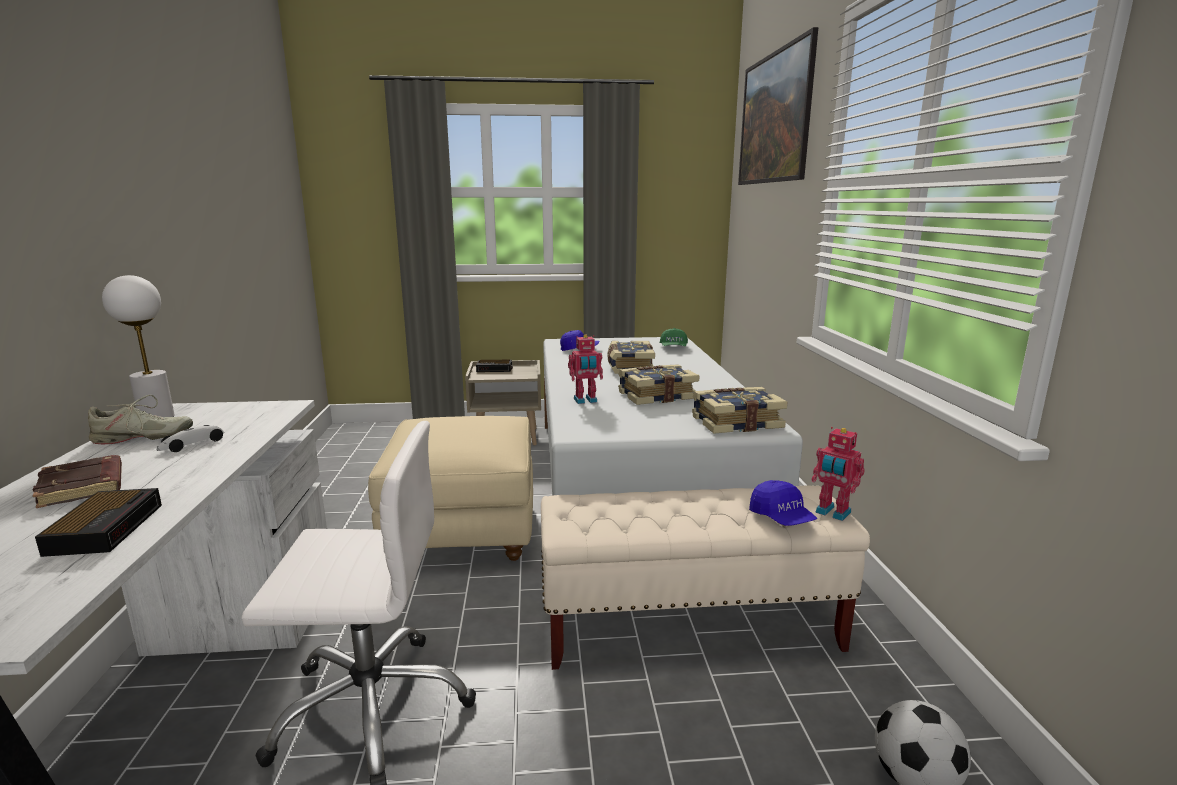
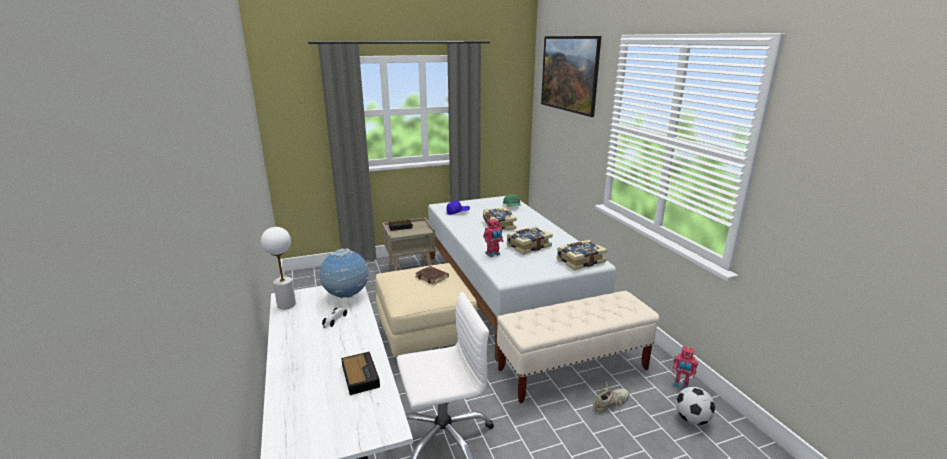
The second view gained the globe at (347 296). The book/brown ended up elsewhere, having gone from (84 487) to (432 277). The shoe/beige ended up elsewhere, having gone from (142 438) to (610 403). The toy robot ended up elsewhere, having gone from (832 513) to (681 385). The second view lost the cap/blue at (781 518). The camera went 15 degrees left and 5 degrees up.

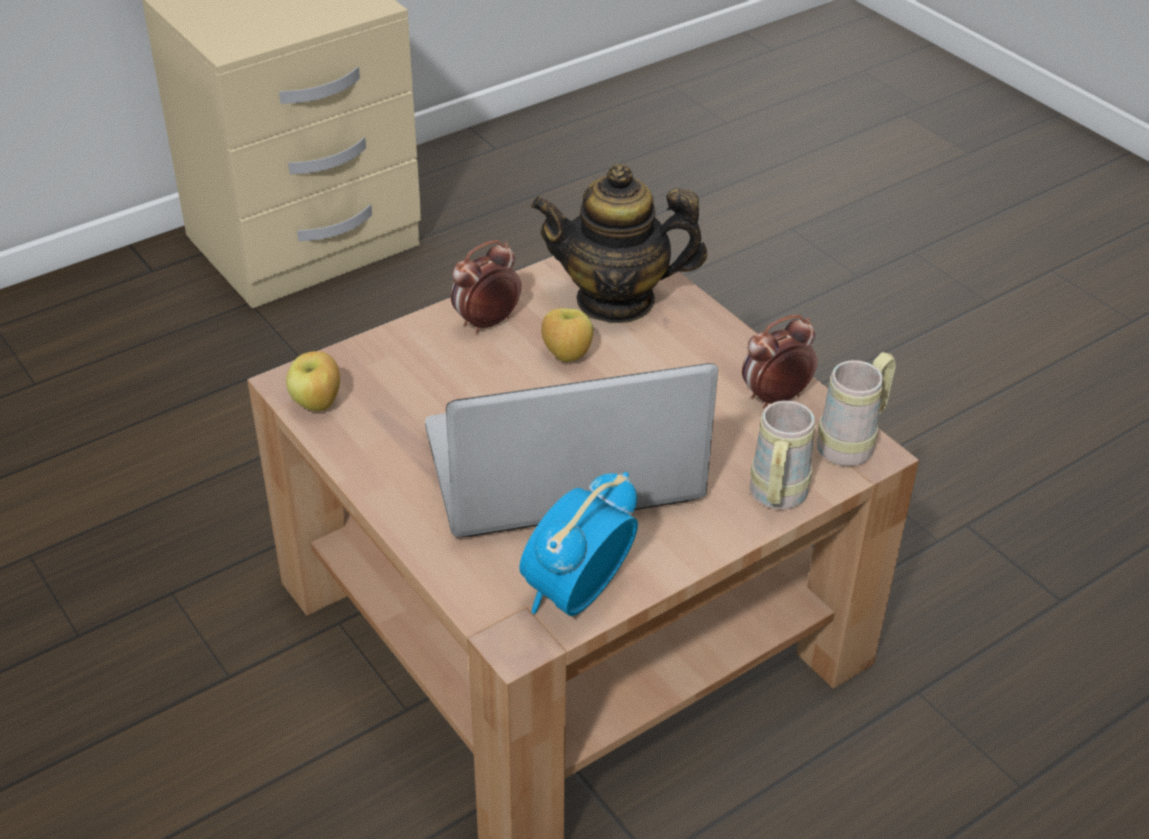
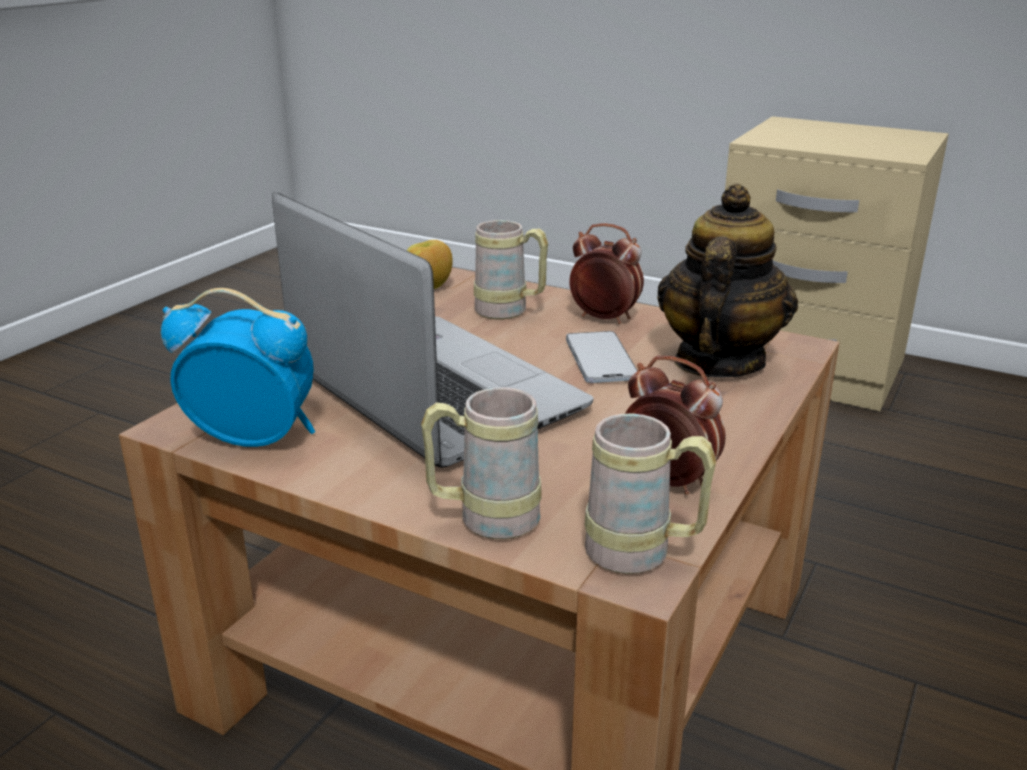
The second view gained the mug/beige at (510 312). Where the apple stood at (566 356), the phone came to stand at (600 359). The teapot at (616 300) ended up facing another way, 45 degrees clockwise from before. The camera went 65 degrees right and 15 degrees down.

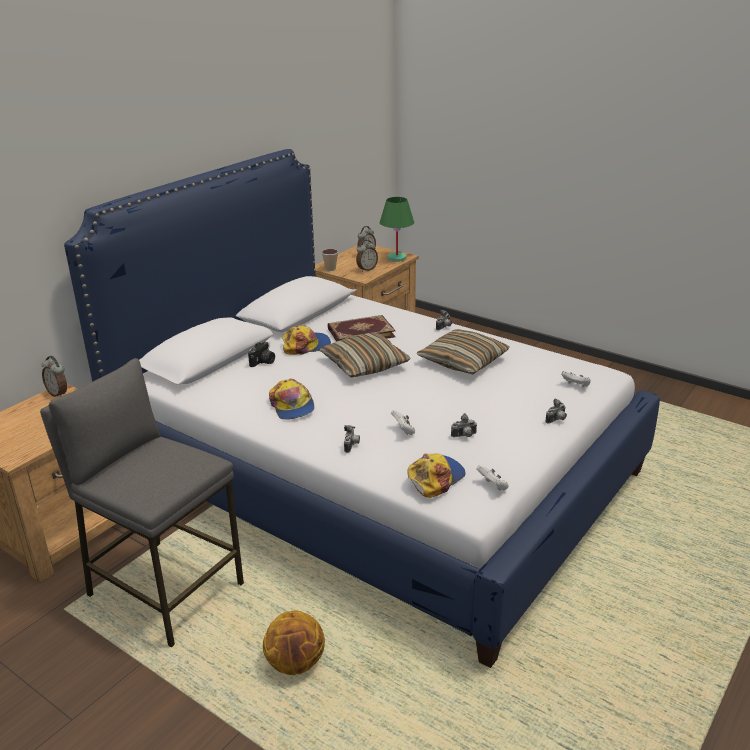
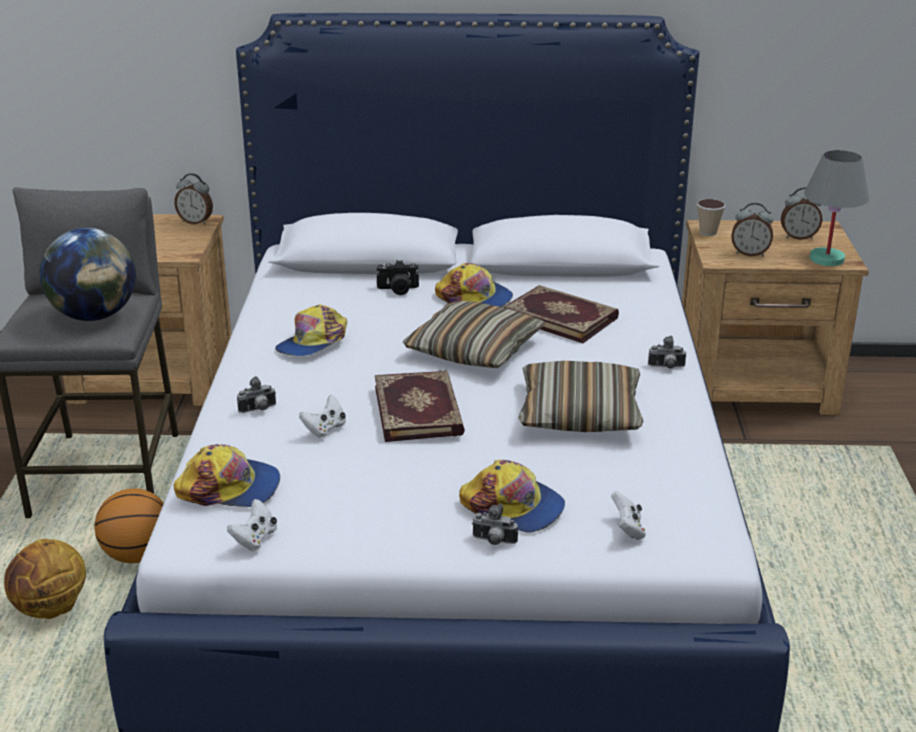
The second view gained the globe at (94 316). The second view gained the basketball at (137 555). The alarm clock at (58 394) ended up facing another way, 75 degrees counterclockwise from before. The second view gained the book at (420 410). The second view gained the cap at (513 506). What was the table lamp/green at (396 258) turned into the table lamp/grey at (826 259). The second view lost the photo camera at (464 436). The camera went 55 degrees right and 0 degrees up.

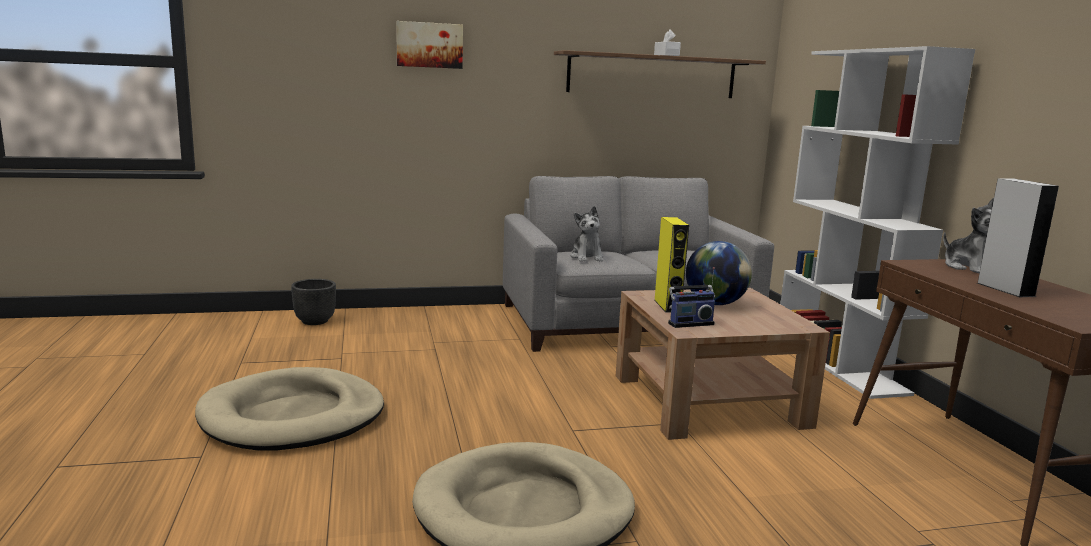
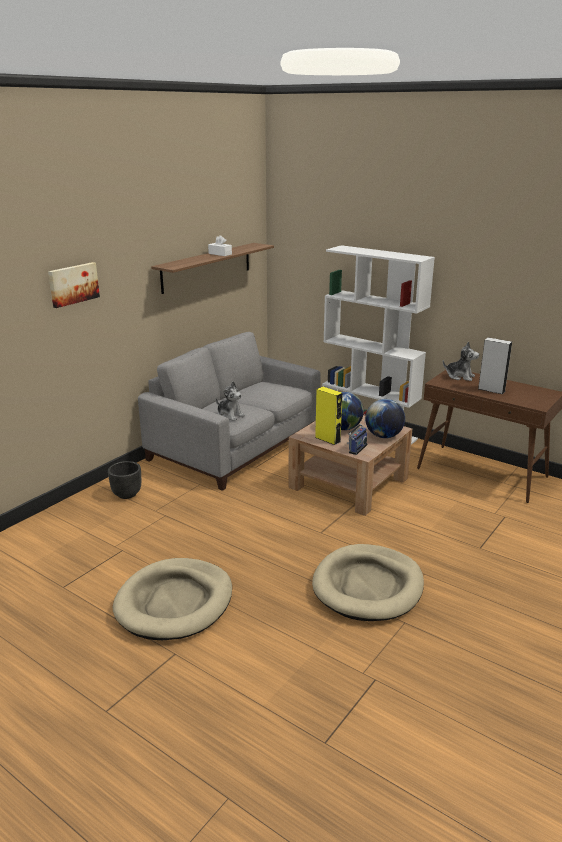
The planter/black ended up elsewhere, having gone from (315 321) to (126 494). The second view gained the globe at (383 436). The camera went 40 degrees left and 10 degrees up.

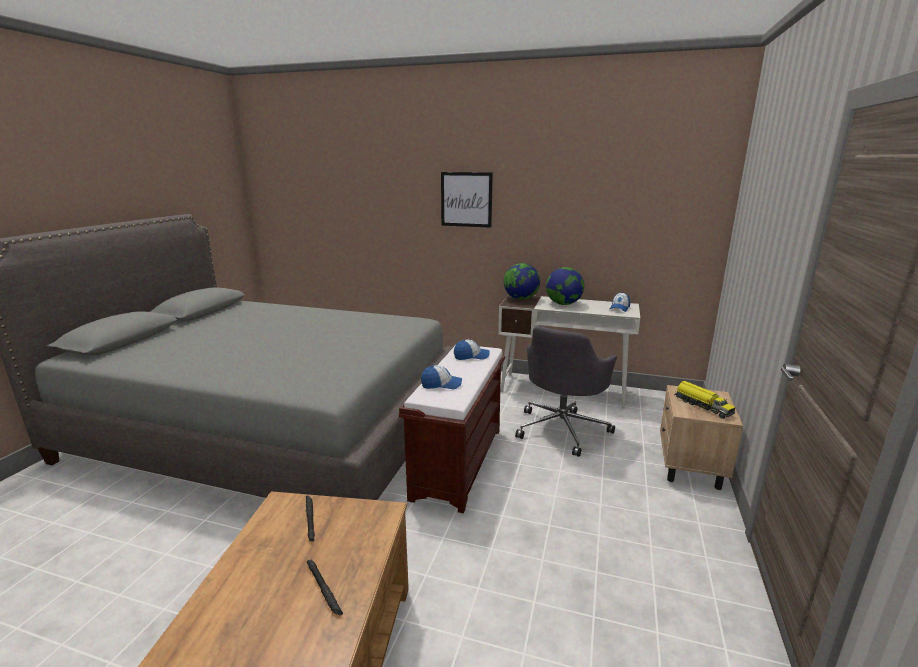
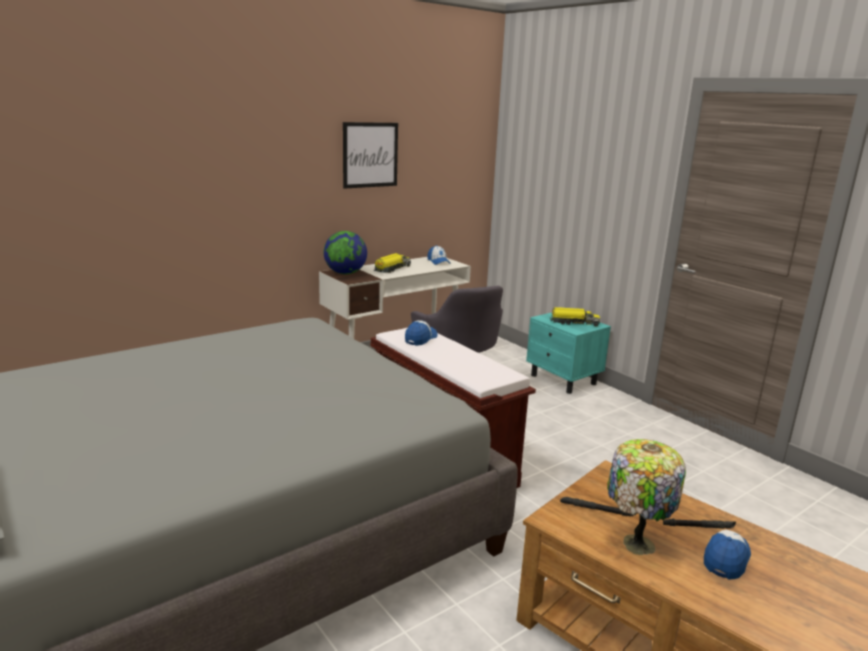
The picture ended up elsewhere, having gone from (466 199) to (370 155). Where the globe stood at (563 304), the toy truck came to stand at (392 269). What was the nightstand/beige at (690 468) turned into the nightstand/turquoise at (563 380). The second view gained the table lamp at (636 543). The cap ended up elsewhere, having gone from (441 384) to (726 559). The camera went 55 degrees left and 0 degrees up.

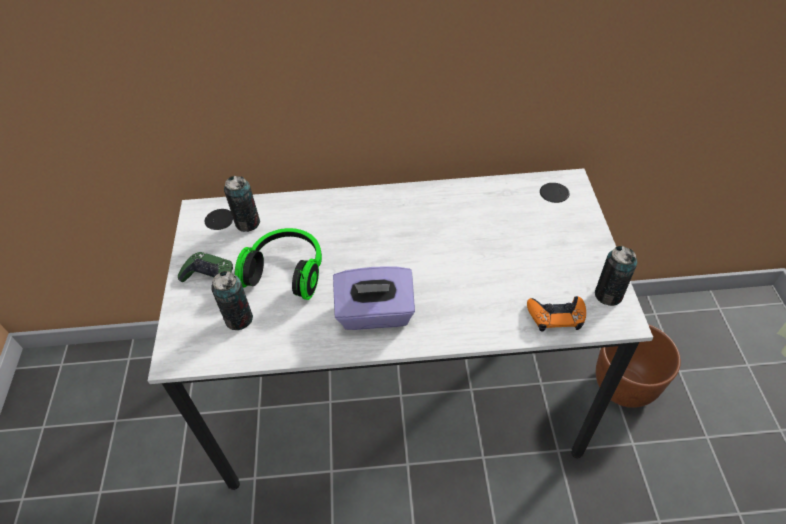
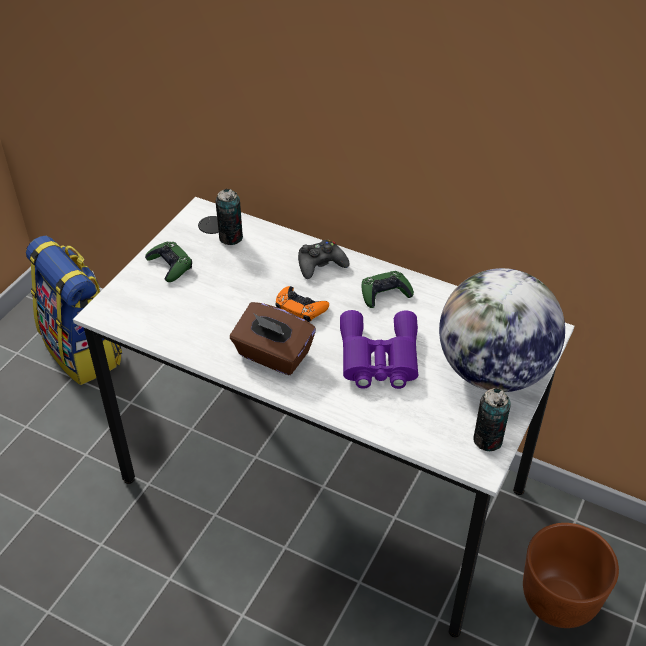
The second view gained the backpack at (84 351). What was the tissue box/purple at (375 314) turned into the tissue box/brown at (273 355). The game controller/orange ended up elsewhere, having gone from (556 316) to (300 308). The second view gained the game controller/black at (320 264). The second view gained the binoculars/purple at (378 358). The second view gained the game controller/green at (385 293). The second view gained the globe at (493 371). The second view lost the can at (239 319). The second view lost the headphones at (287 271). The camera went 30 degrees right and 5 degrees down.

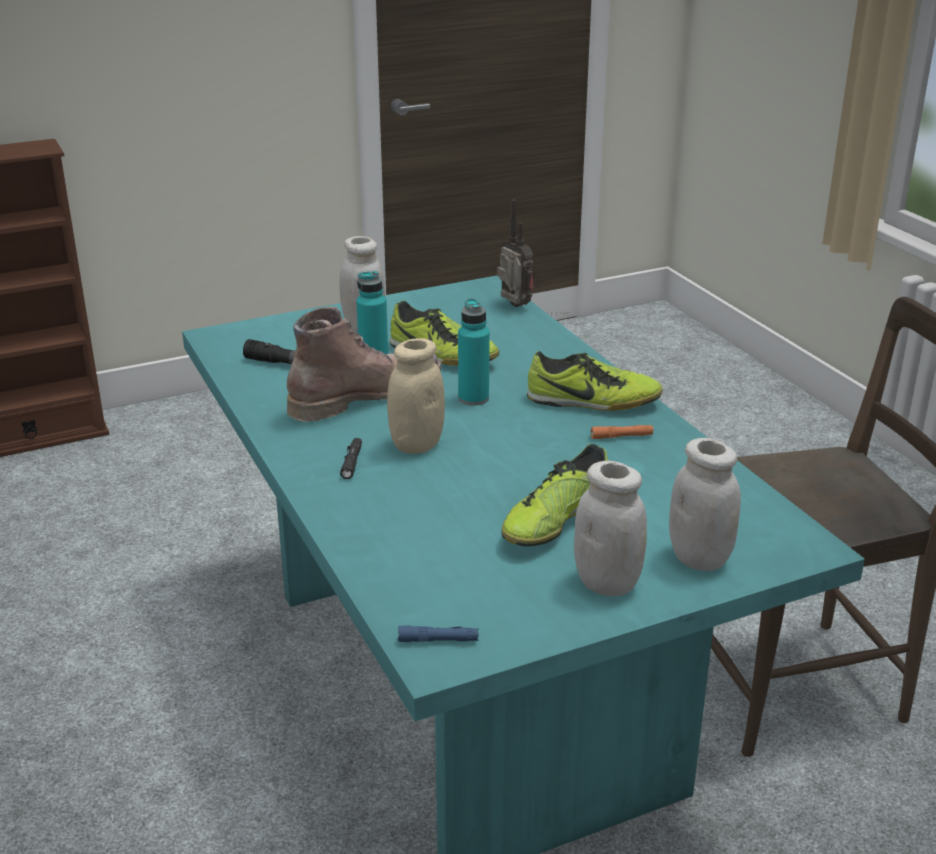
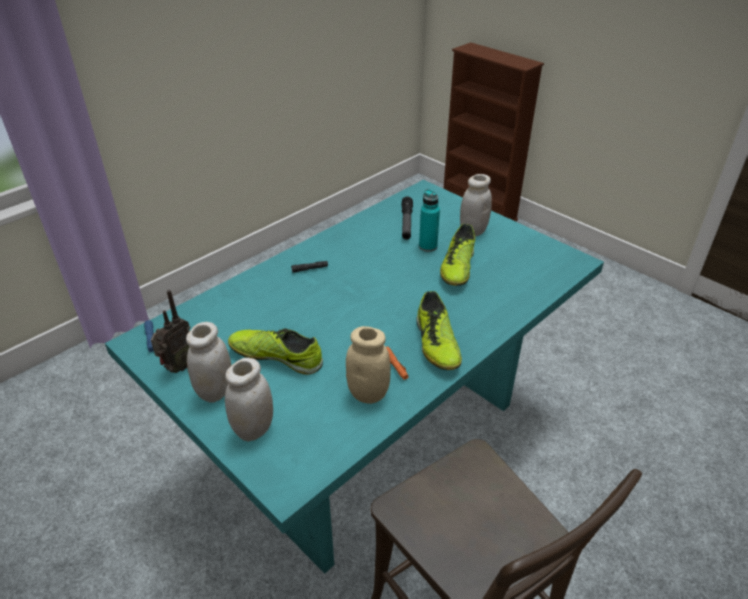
The radio ended up elsewhere, having gone from (513 307) to (178 367). The jar/beige ended up elsewhere, having gone from (416 444) to (368 393). The second view lost the boot/brown at (365 395). The second view lost the bottle/turquoise at (473 398). The camera went 70 degrees right and 10 degrees up.

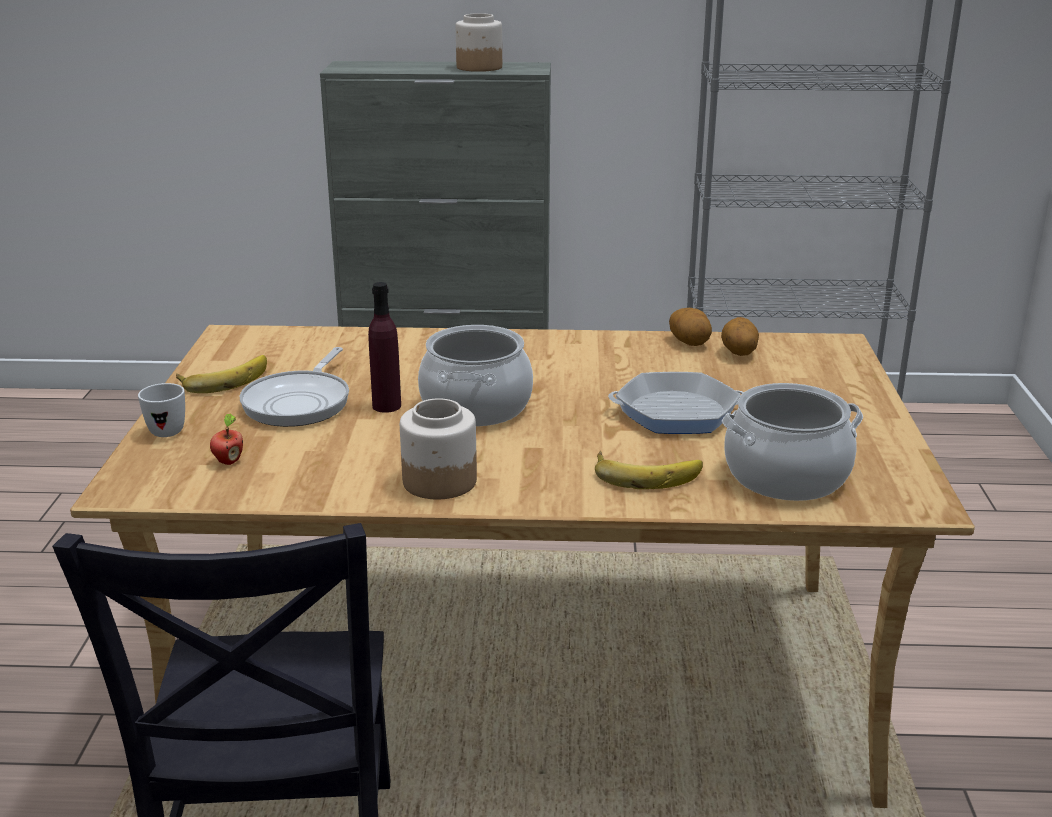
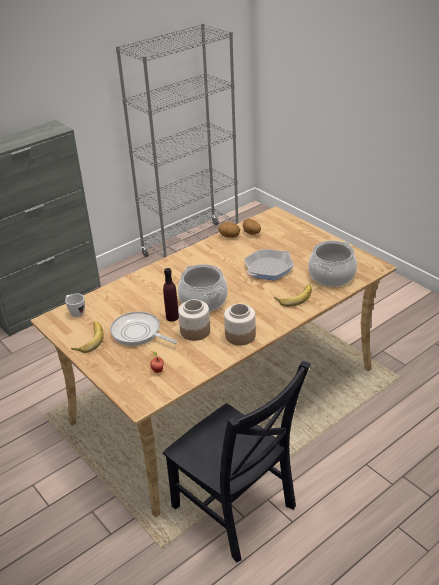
The mug/white ended up elsewhere, having gone from (169 428) to (75 312). The frying pan at (300 402) ended up facing another way, 150 degrees clockwise from before. The jar ended up elsewhere, having gone from (478 67) to (195 331). The camera went 40 degrees left and 10 degrees up.

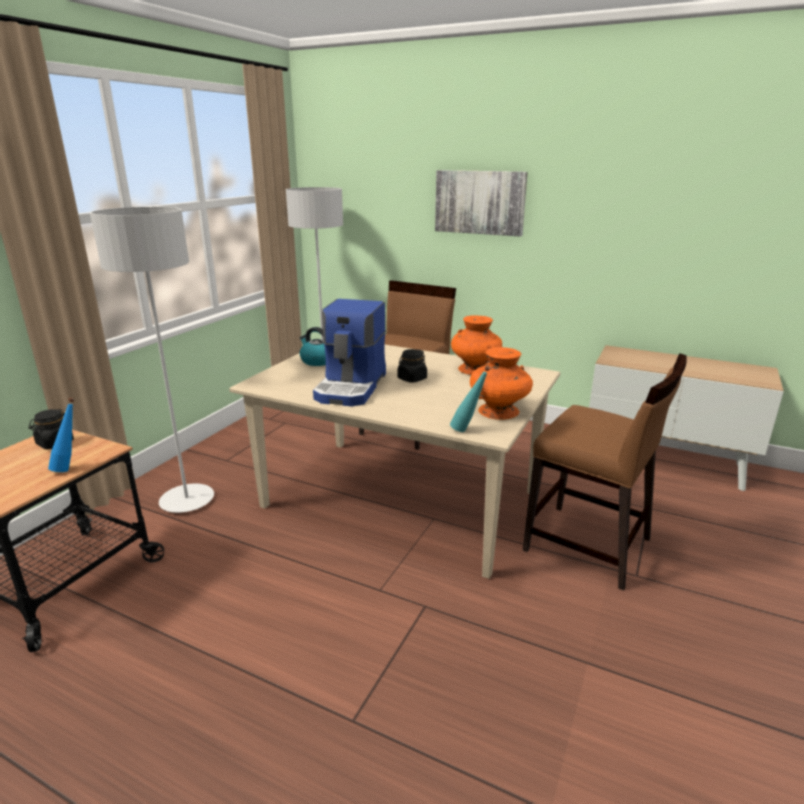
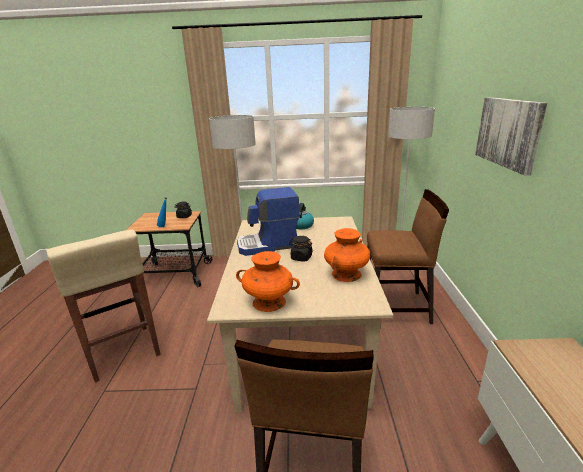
The second view gained the stool/beige at (123 353). The second view lost the bottle/turquoise at (467 430). The camera went 65 degrees right and 0 degrees up.

